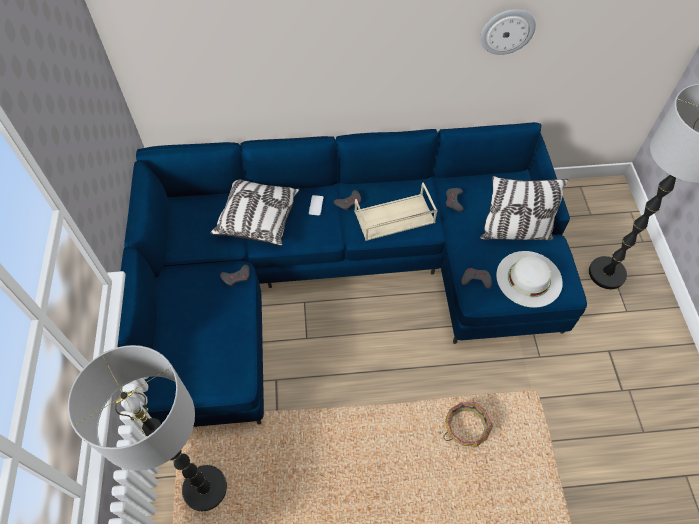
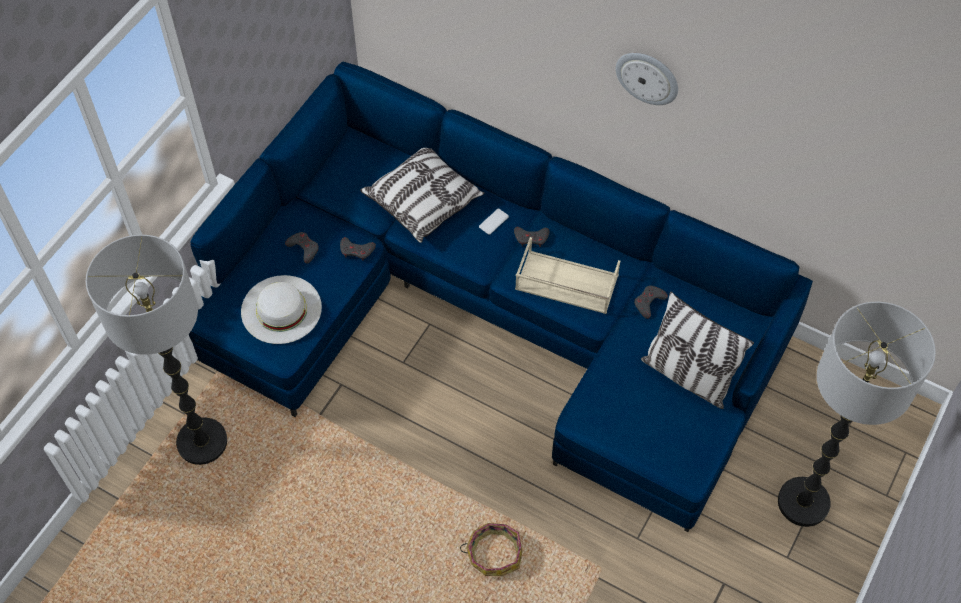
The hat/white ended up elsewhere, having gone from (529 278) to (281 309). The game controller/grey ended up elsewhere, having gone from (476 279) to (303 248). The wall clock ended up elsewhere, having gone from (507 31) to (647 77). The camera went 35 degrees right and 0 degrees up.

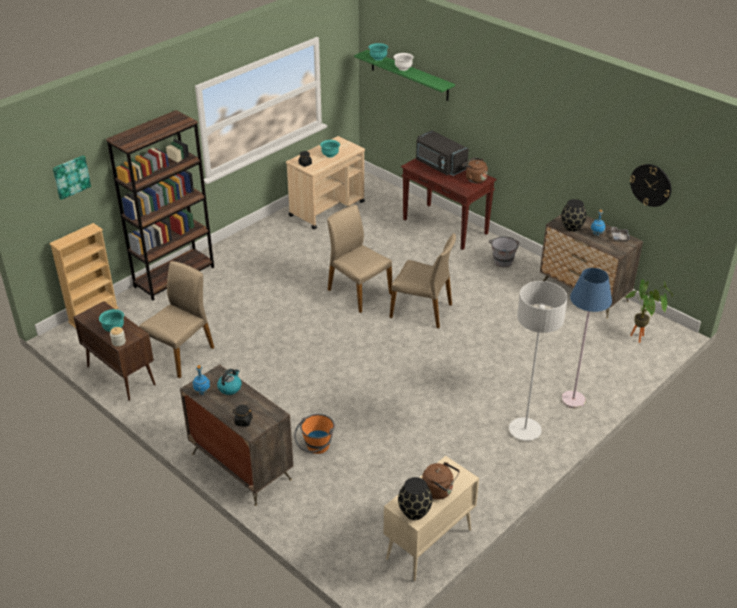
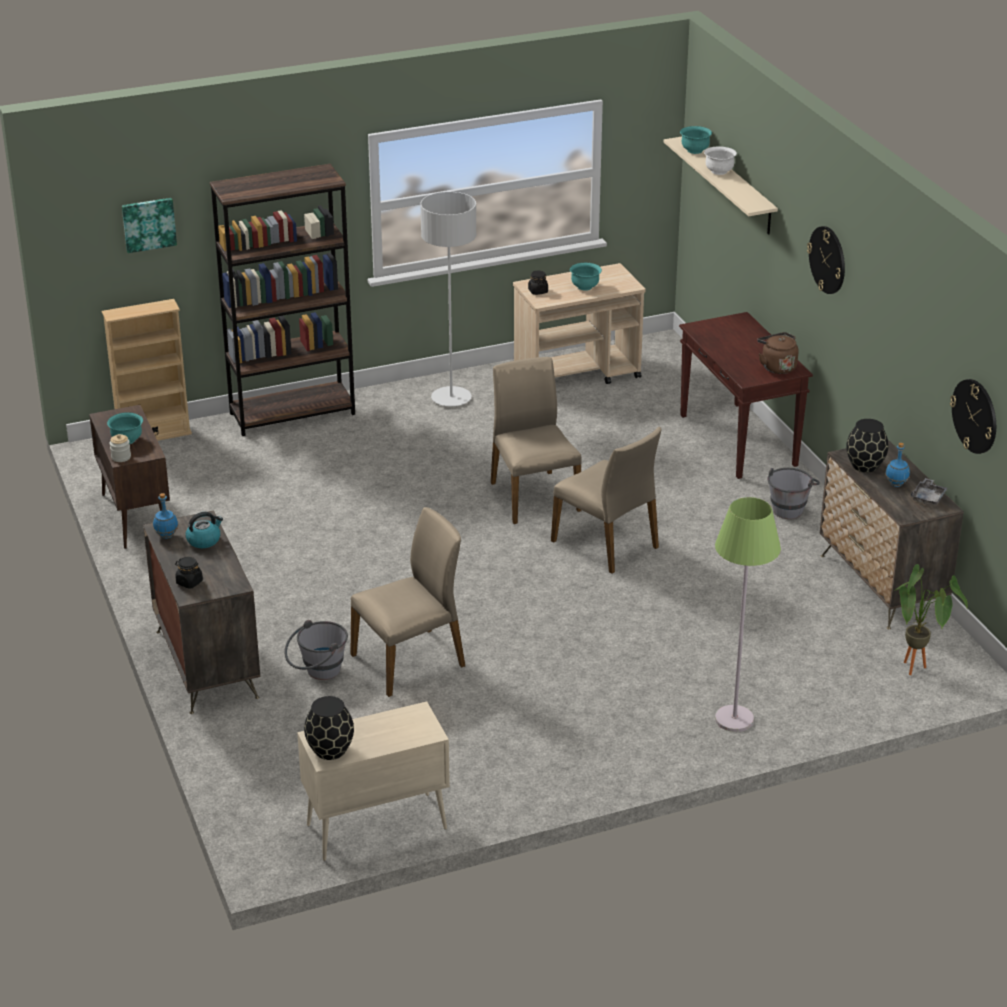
What was the bucket/orange at (316 449) turned into the bucket/grey at (317 673). The chair/beige ended up elsewhere, having gone from (180 353) to (410 660). The floor lamp/grey ended up elsewhere, having gone from (525 430) to (451 398). What was the shelf/green at (409 75) turned into the shelf/beige at (732 185). What was the floor lamp/blue at (573 400) turned into the floor lamp/green at (734 719). The second view gained the wall clock at (827 259). The second view lost the microwave/black at (439 165). The second view lost the kettle/brown at (439 491). The camera went 25 degrees right and 5 degrees down.

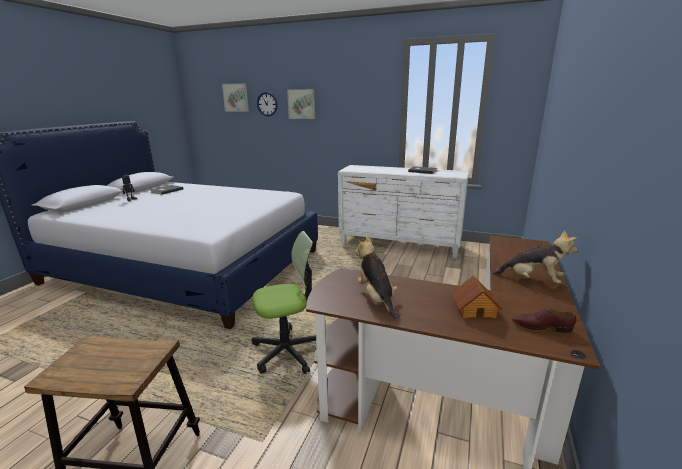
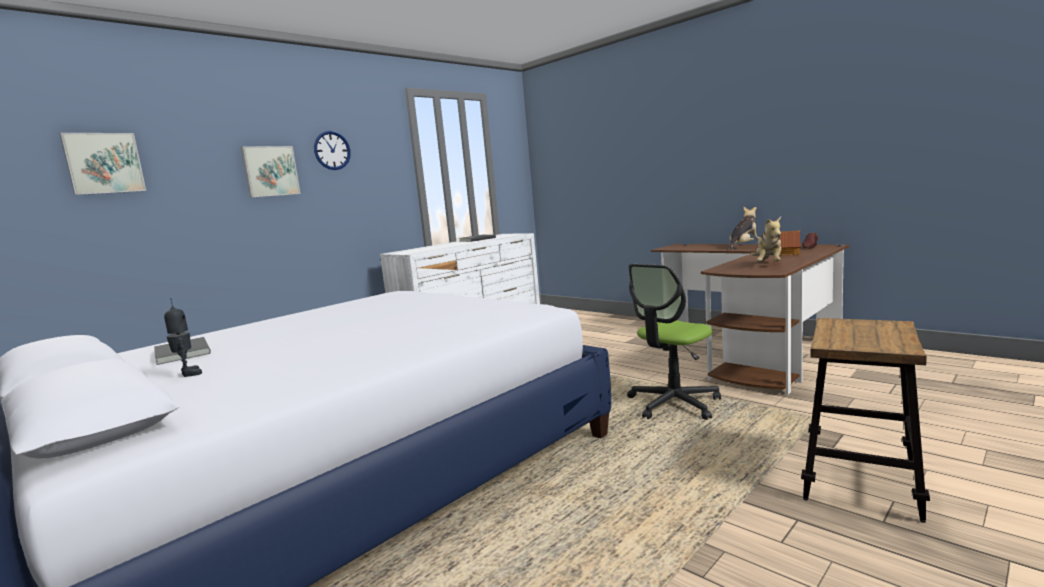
The wall clock ended up elsewhere, having gone from (267 104) to (332 150). The office chair at (287 351) ended up facing another way, 135 degrees counterclockwise from before. The plush toy at (376 299) ended up facing another way, 75 degrees counterclockwise from before. The camera went 65 degrees left and 10 degrees down.

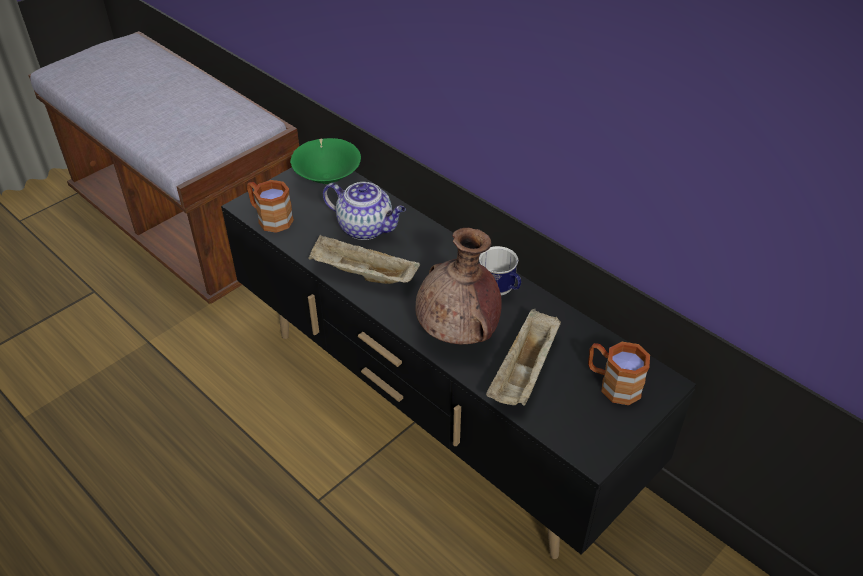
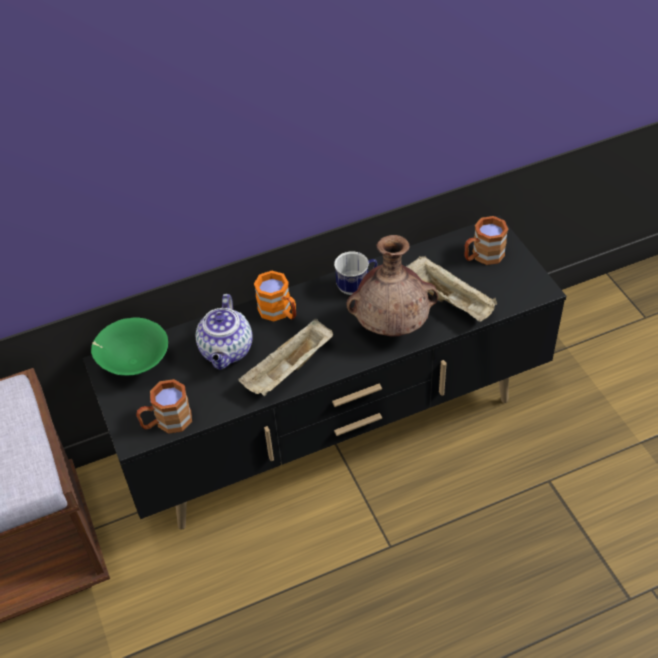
The teapot at (366 228) ended up facing another way, 135 degrees clockwise from before. The second view gained the mug/orange at (279 312). The camera went 65 degrees left and 5 degrees up.

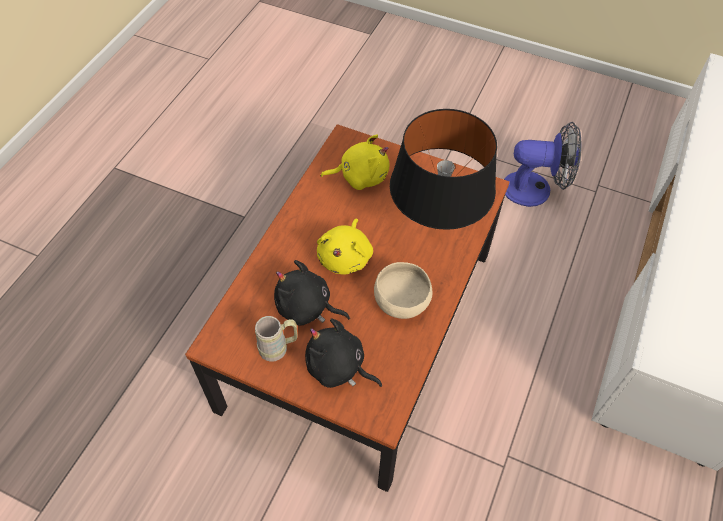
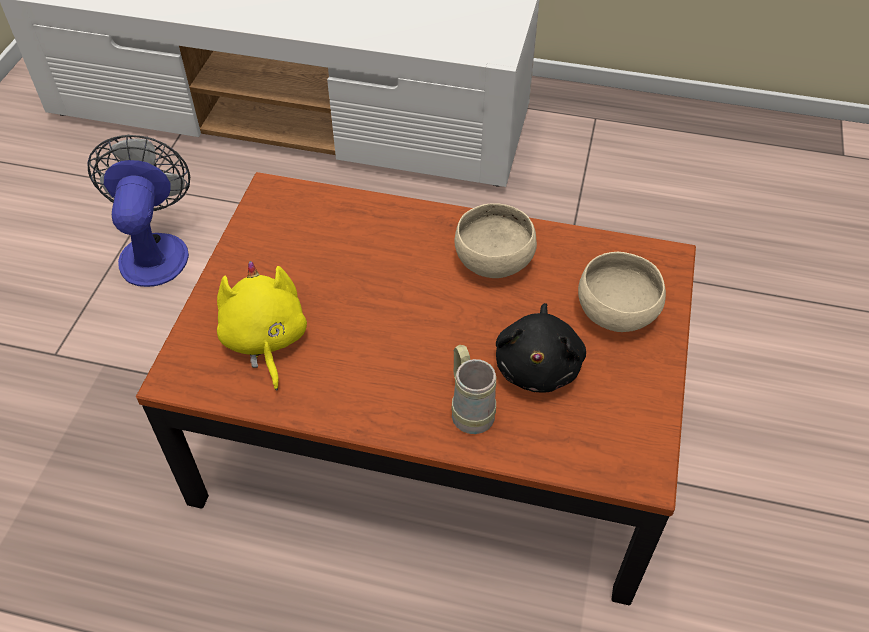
The mug/beige ended up elsewhere, having gone from (279 348) to (469 409). Where the plush toy/black stood at (338 367), the bowl/beige came to stand at (618 312). The second view lost the plush toy/yellow at (345 257). The second view lost the table lamp/black at (436 229). The camera went 100 degrees left and 5 degrees down.

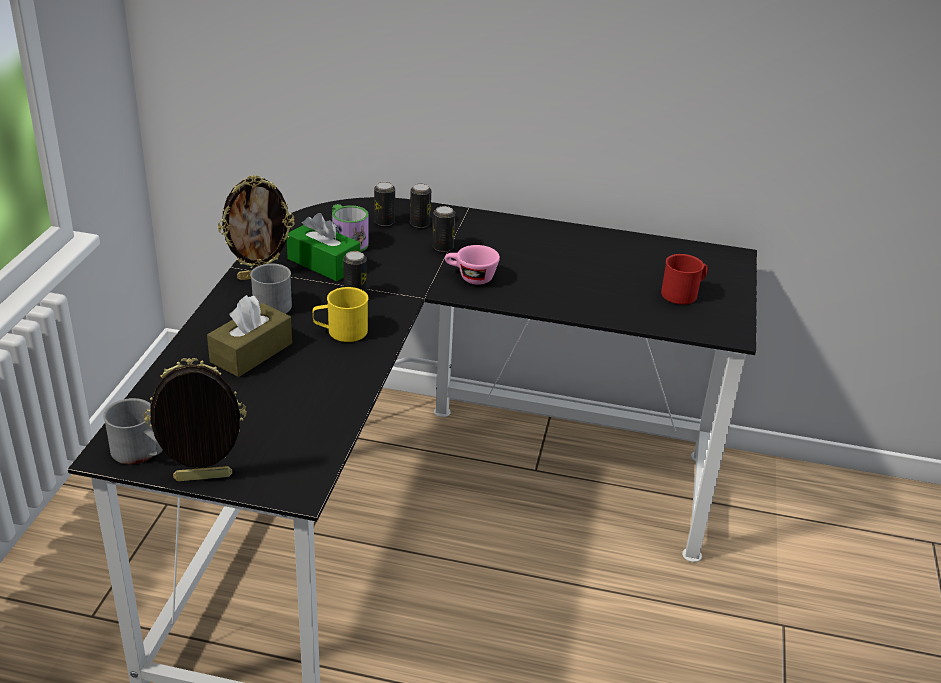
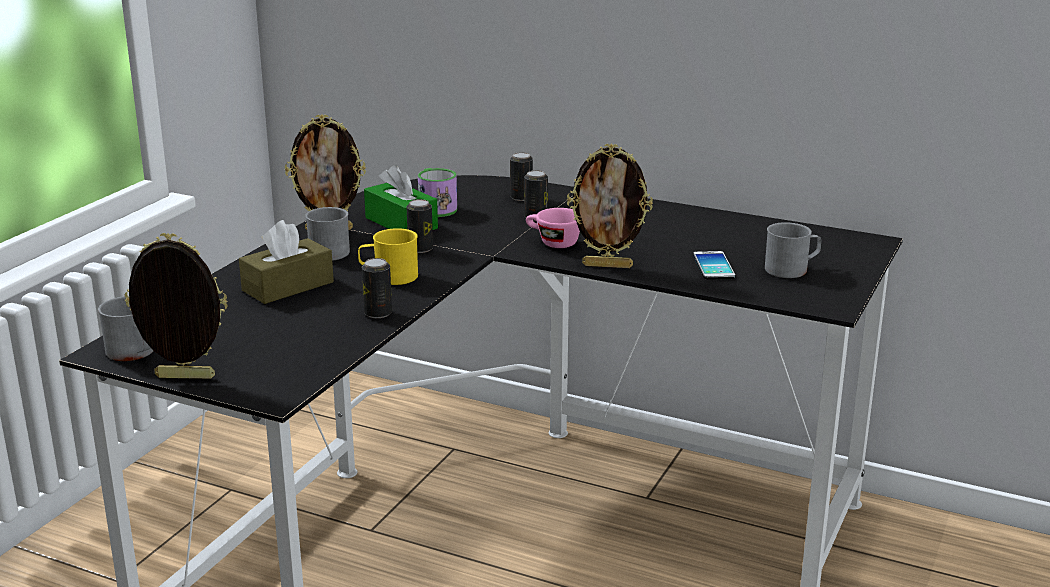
The can ended up elsewhere, having gone from (384 222) to (378 313). The second view gained the picture frame at (608 265). The second view gained the phone at (713 266). What was the mug/red at (683 293) turned into the mug/grey at (792 269). The camera went 15 degrees right and 10 degrees down.

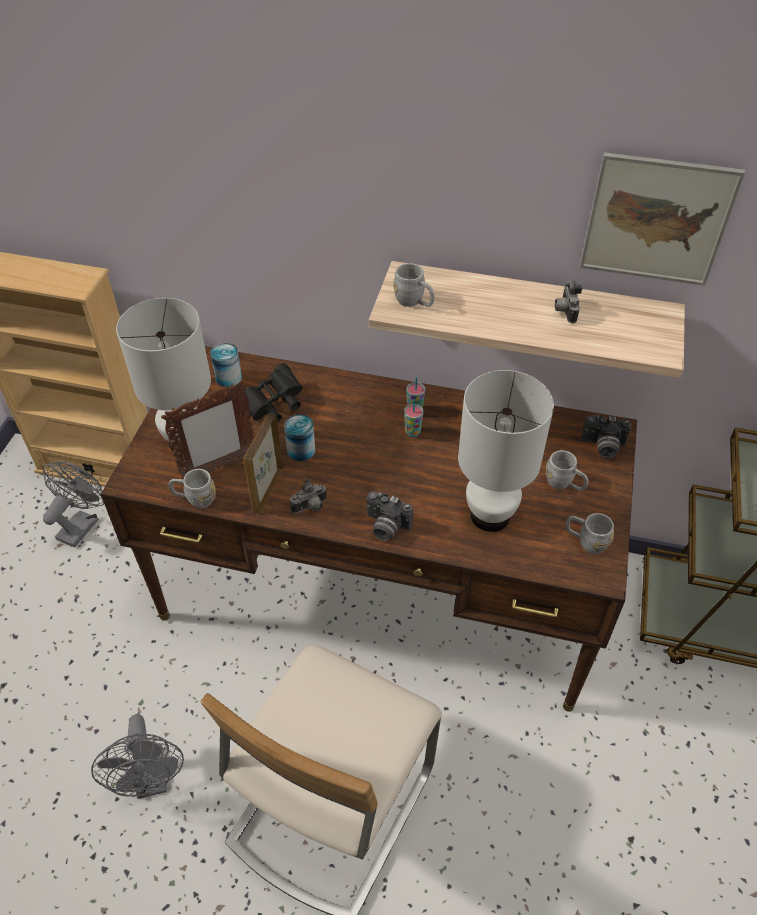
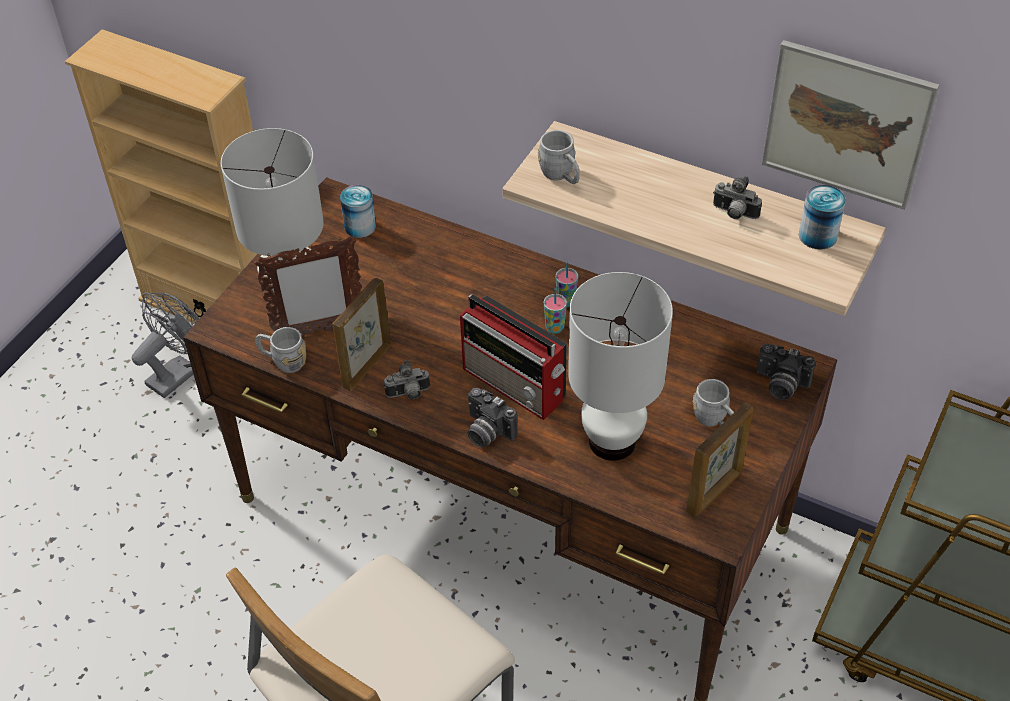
The second view gained the radio at (515 385). Where the mug/grey stood at (585 541), the picture frame came to stand at (715 492). The photo camera at (564 311) ended up facing another way, 75 degrees counterclockwise from before. The can ended up elsewhere, having gone from (301 450) to (817 235). The second view lost the fan/grey at (152 781). The second view lost the binoculars/black at (273 405). The camera went 15 degrees right and 0 degrees up.

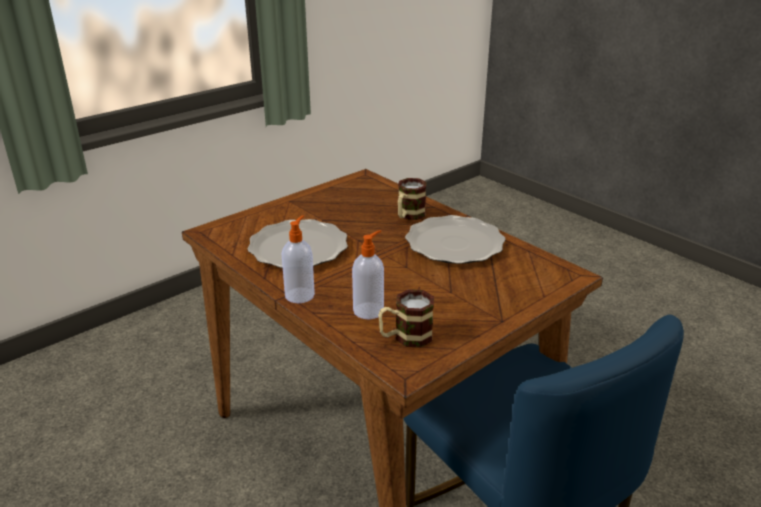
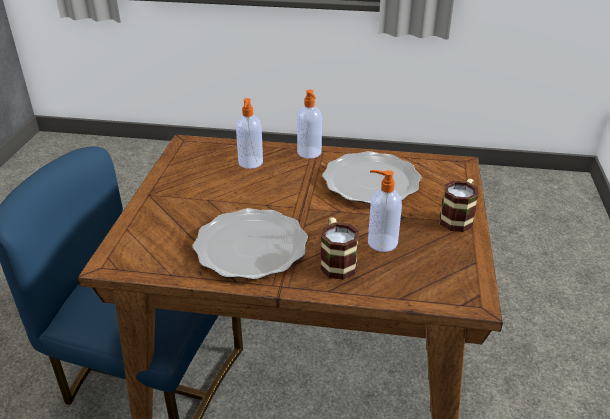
The second view gained the soap dispenser at (381 242). The mug ended up elsewhere, having gone from (405 337) to (458 218). The camera went 140 degrees right and 5 degrees up.

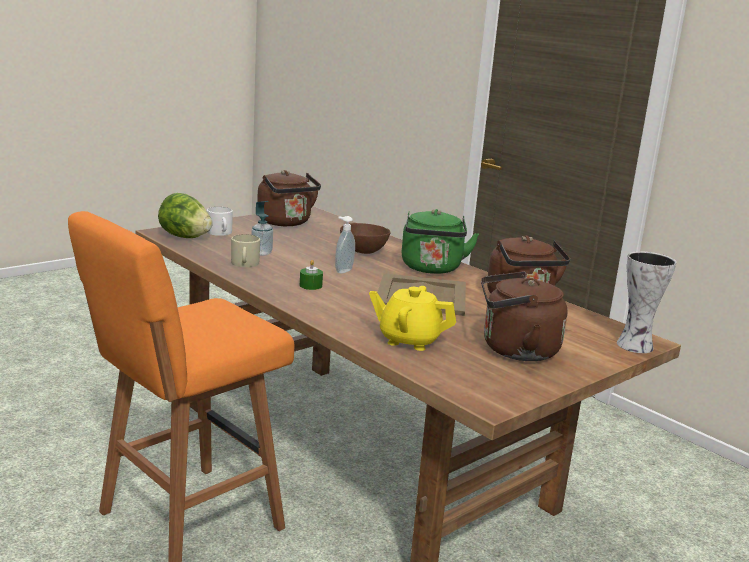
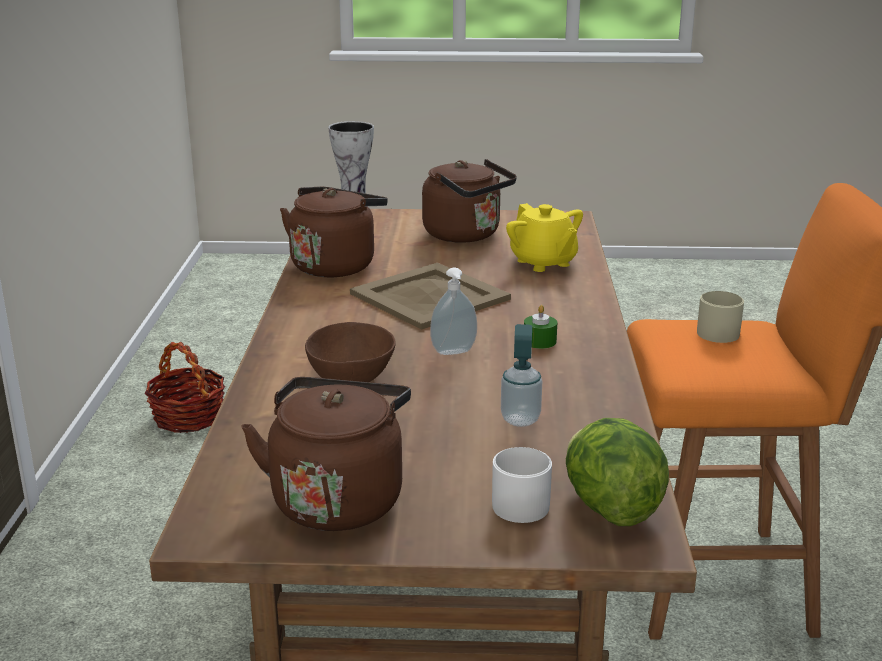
The second view gained the basket at (188 417). The mug/beige ended up elsewhere, having gone from (245 264) to (720 332). The second view lost the kettle/green at (431 269). The camera went 135 degrees left and 5 degrees up.

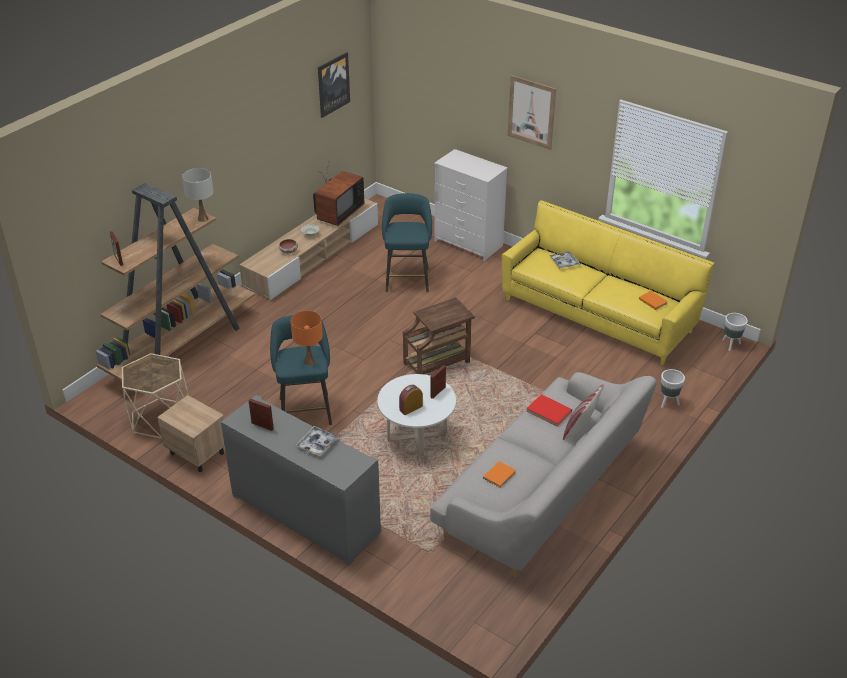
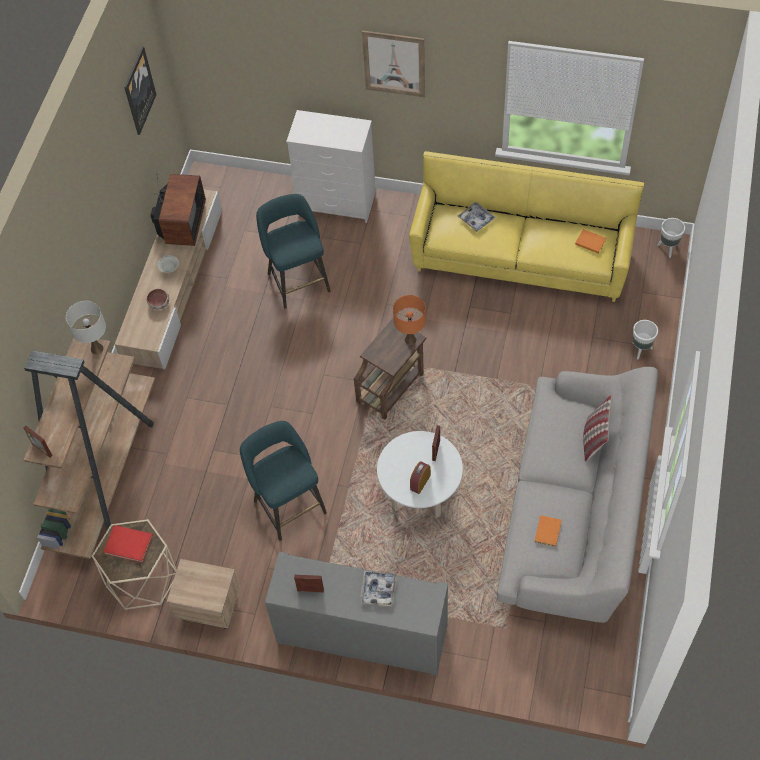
The book/red ended up elsewhere, having gone from (548 412) to (128 545). The table lamp/orange ended up elsewhere, having gone from (309 362) to (410 340). The camera went 20 degrees left and 20 degrees up.

